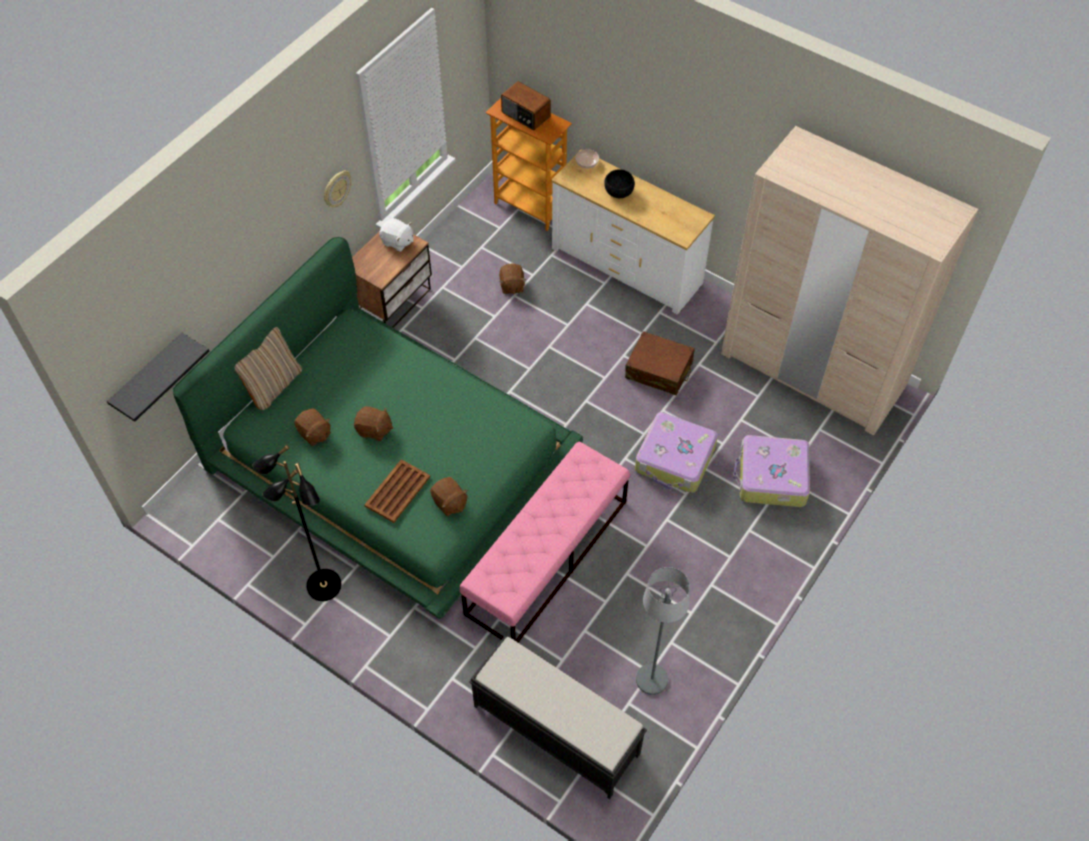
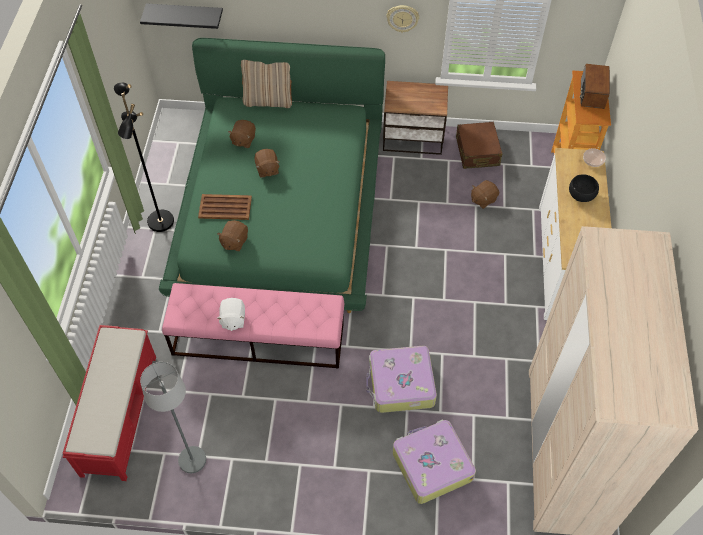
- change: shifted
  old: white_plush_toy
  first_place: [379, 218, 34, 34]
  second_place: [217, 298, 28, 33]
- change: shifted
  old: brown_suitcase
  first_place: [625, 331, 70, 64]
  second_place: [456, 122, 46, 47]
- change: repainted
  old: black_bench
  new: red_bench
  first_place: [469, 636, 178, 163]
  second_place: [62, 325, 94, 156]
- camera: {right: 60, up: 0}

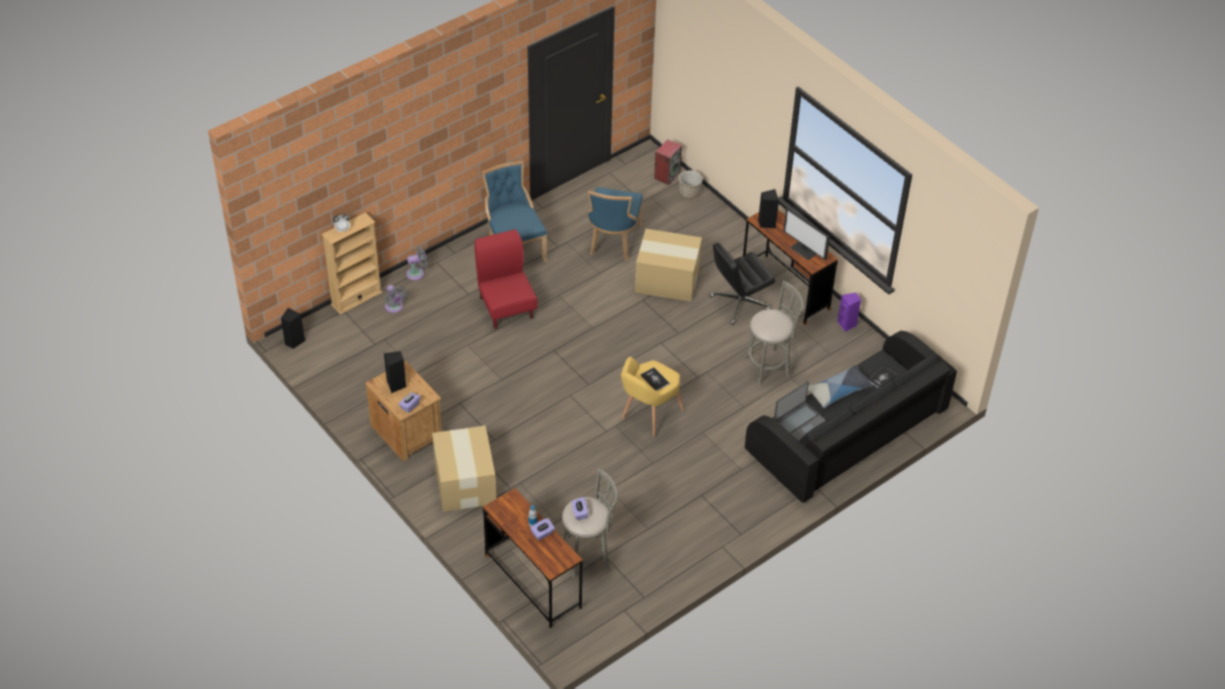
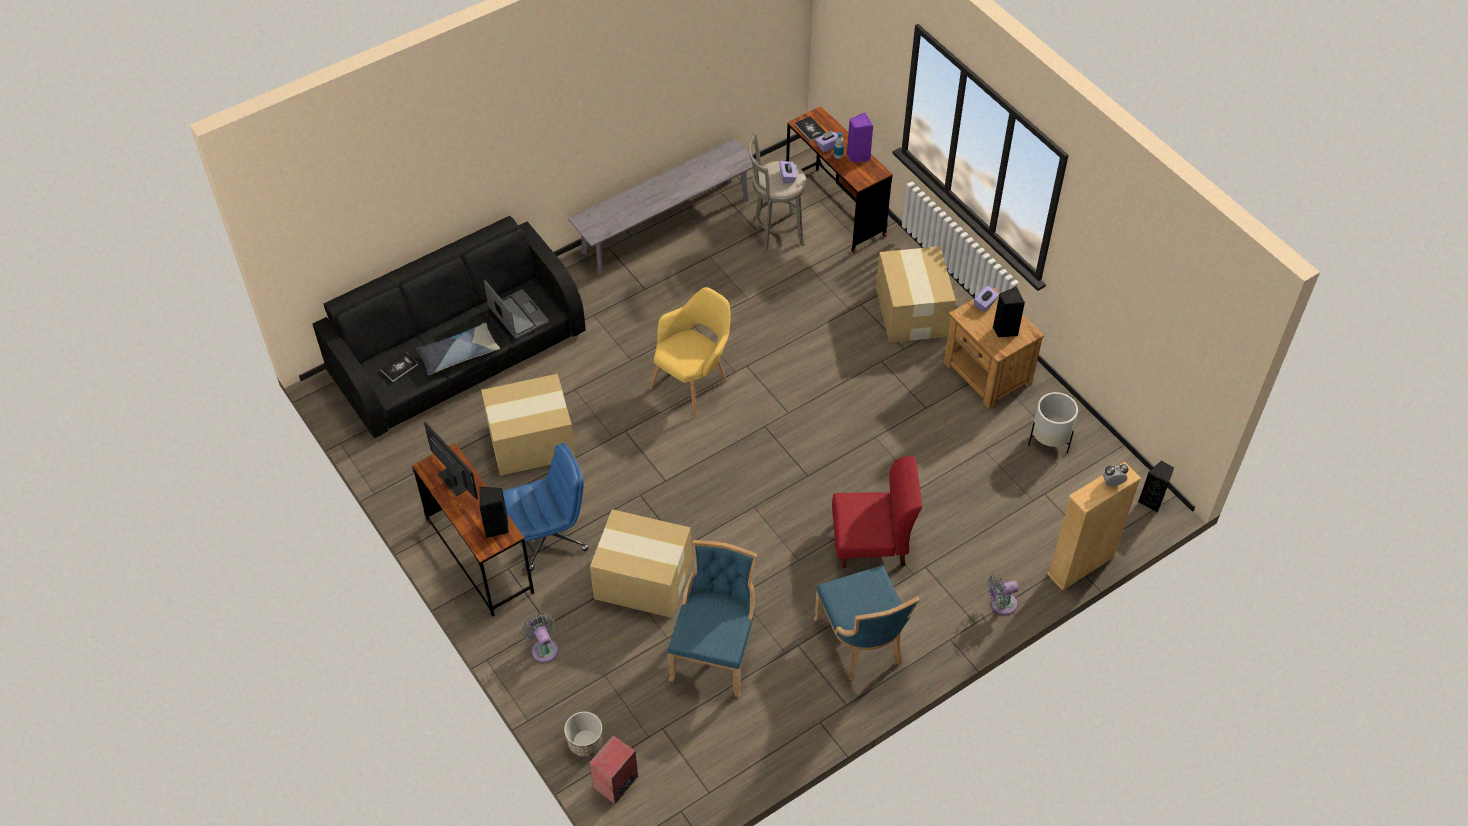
- change: rotated
  old: red_chair
  first_place: [475, 229, 63, 100]
  second_place: [832, 456, 90, 112]
  degrees: -75
- change: repainted
  old: black_office_chair
  new: blue_office_chair
  first_place: [709, 243, 66, 82]
  second_place: [503, 443, 86, 128]
- change: swapped
  old: grey_stool
  new: cardboard_box
  first_place: [743, 280, 60, 106]
  second_place: [481, 374, 95, 102]
- change: shifted
  old: grey_fan
  first_place: [385, 285, 23, 28]
  second_place: [521, 613, 37, 50]
- change: shifted
  old: purple_speaker
  first_place: [837, 293, 24, 39]
  second_place: [847, 112, 26, 51]
- change: shifted
  old: book
  first_place: [641, 367, 28, 24]
  second_place: [794, 116, 32, 26]
- change: rotated
  old: laptop
  first_place: [774, 381, 52, 60]
  second_place: [484, 280, 65, 59]
  degrees: 90
- change: new
  new: grey_bench
  second_place: [568, 138, 188, 135]
- change: new
  new: white_planter
  second_place: [1028, 392, 50, 62]
- camera: {right: -175, up: 5}

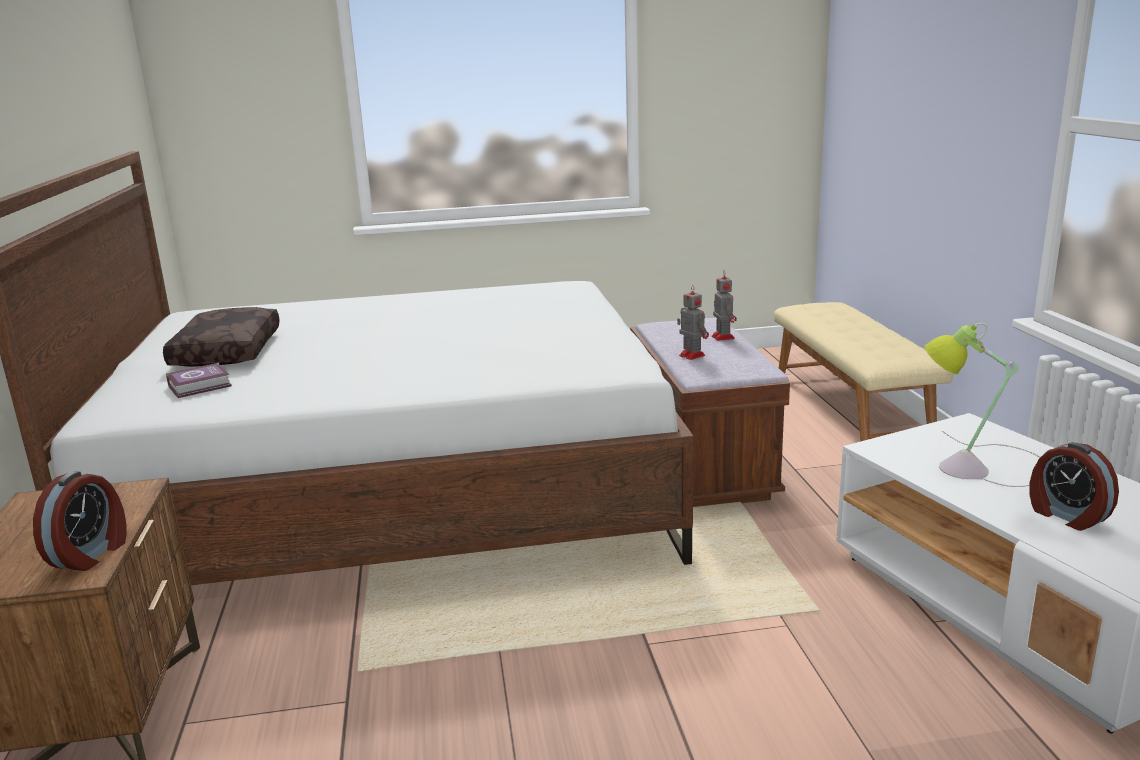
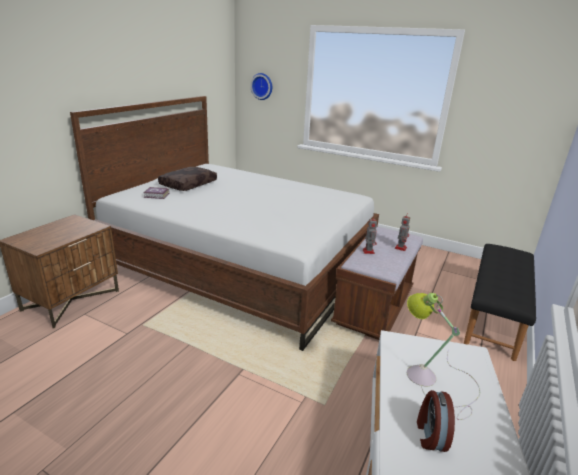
- change: repainted
  old: beige_bench
  new: black_bench
  first_place: [774, 302, 179, 139]
  second_place: [464, 244, 72, 117]
- change: gone
  old: alarm_clock
  first_place: [33, 471, 93, 100]
- change: new
  new: wall_clock
  second_place: [250, 73, 22, 27]
- camera: {right: 35, up: 5}

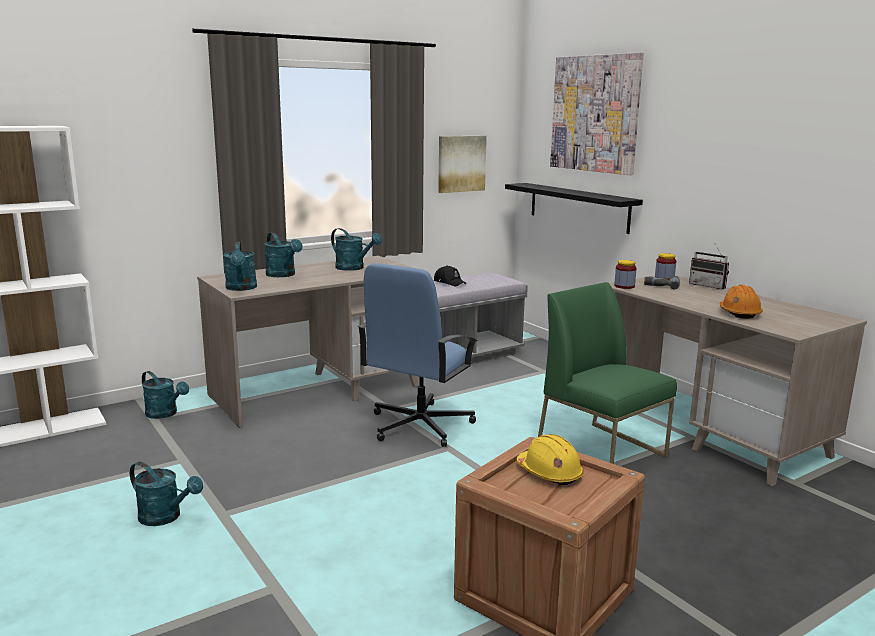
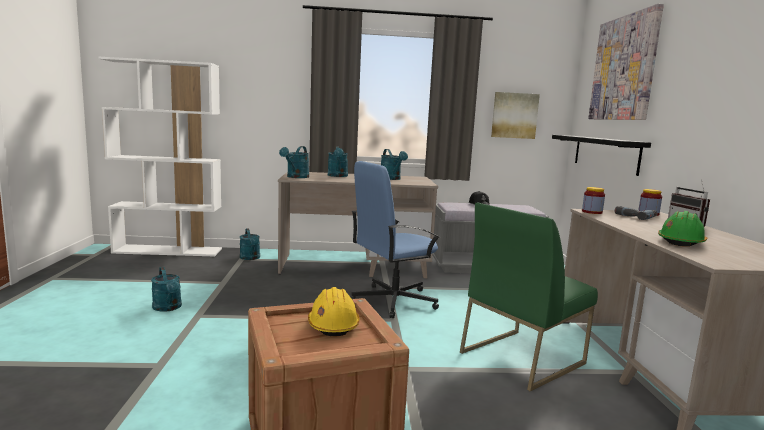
- change: rotated
  old: green_chair
  first_place: [538, 282, 139, 182]
  second_place: [460, 203, 138, 188]
  degrees: -120
- change: repainted
  old: orange_hard_hat
  new: green_hard_hat
  first_place: [720, 285, 43, 34]
  second_place: [658, 211, 49, 36]
- camera: {right: 30, up: -5}

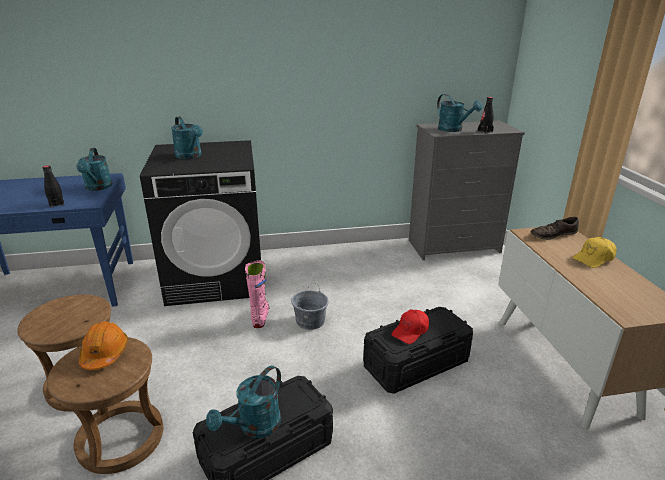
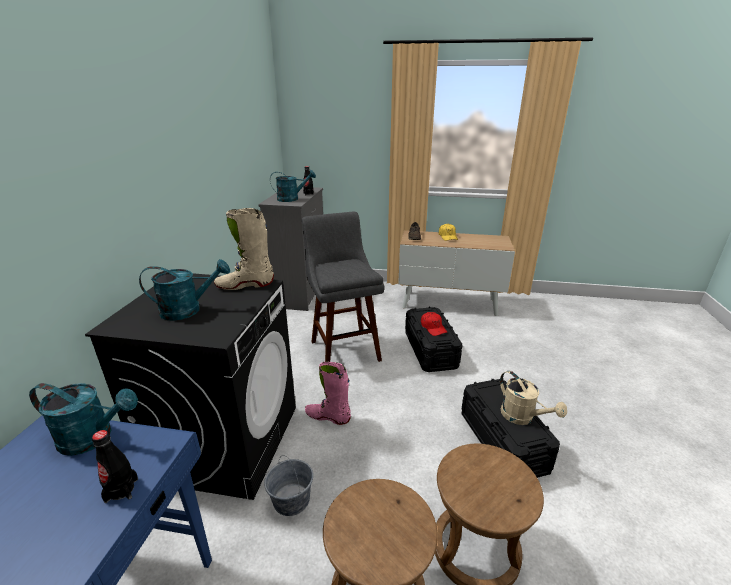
- change: shifted
  old: grey_bucket
  first_place: [291, 283, 38, 47]
  second_place: [264, 455, 49, 61]
- change: gone
  old: orange_hard_hat
  first_place: [79, 321, 49, 49]
- change: repainted
  old: turquoise_watering_can
  new: beige_watering_can
  first_place: [206, 366, 75, 72]
  second_place: [500, 371, 67, 54]
- change: new
  new: beige_boot
  second_place: [214, 208, 60, 82]
- change: new
  new: grey_stool
  second_place: [302, 212, 83, 150]
- camera: {right: -70, up: 0}

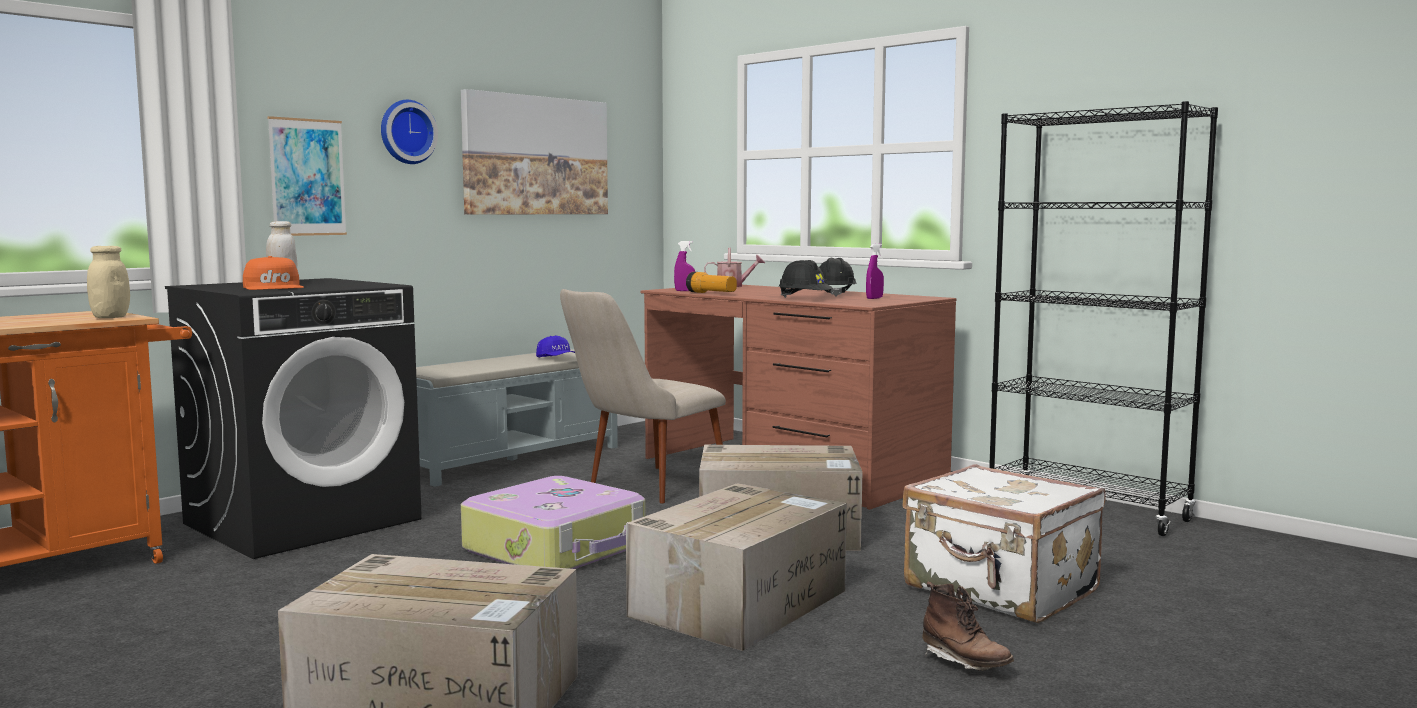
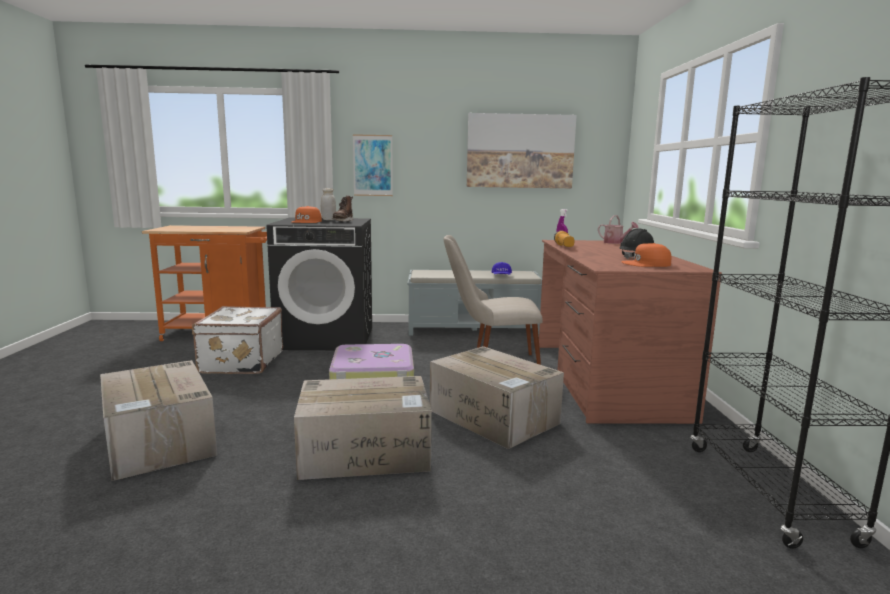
- change: gone
  old: wall_clock
  first_place: [381, 100, 57, 64]
- change: swapped
  old: purple_spray_bottle
  new: orange_cap
  first_place: [866, 244, 18, 55]
  second_place: [621, 243, 51, 24]
- change: gone
  old: beige_jar
  first_place: [87, 246, 43, 72]
- change: gone
  old: black_hard_hat
  first_place: [779, 260, 54, 38]
- change: shifted
  old: white_suitcase
  first_place: [902, 464, 204, 159]
  second_place: [192, 306, 91, 68]
- change: shifted
  old: brown_boot
  first_place: [922, 582, 92, 89]
  second_place: [332, 196, 21, 26]
- camera: {right: 45, up: 5}

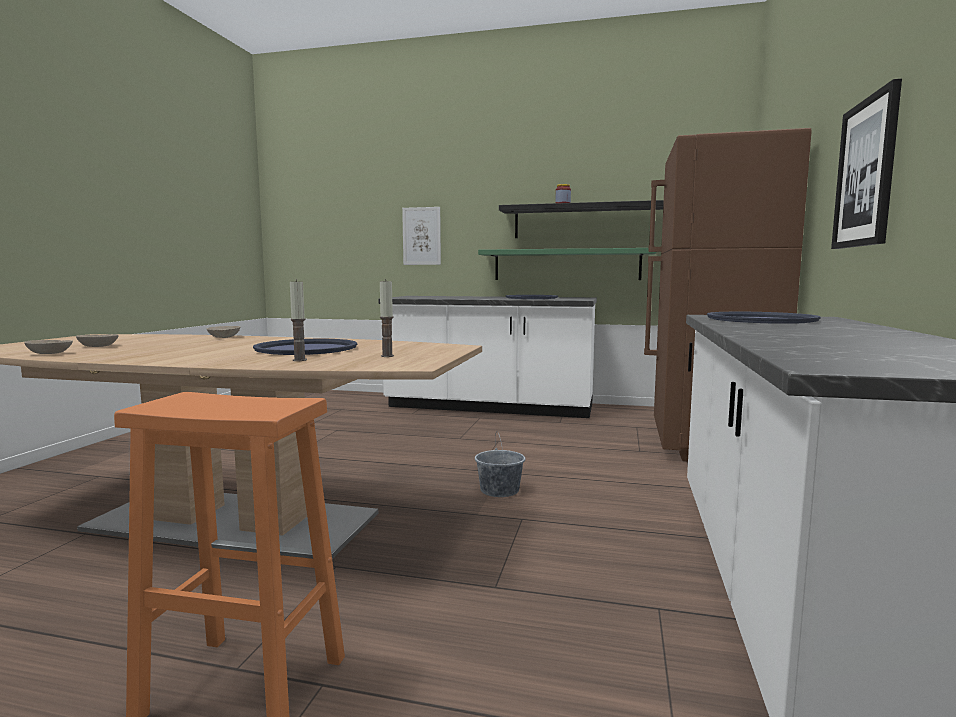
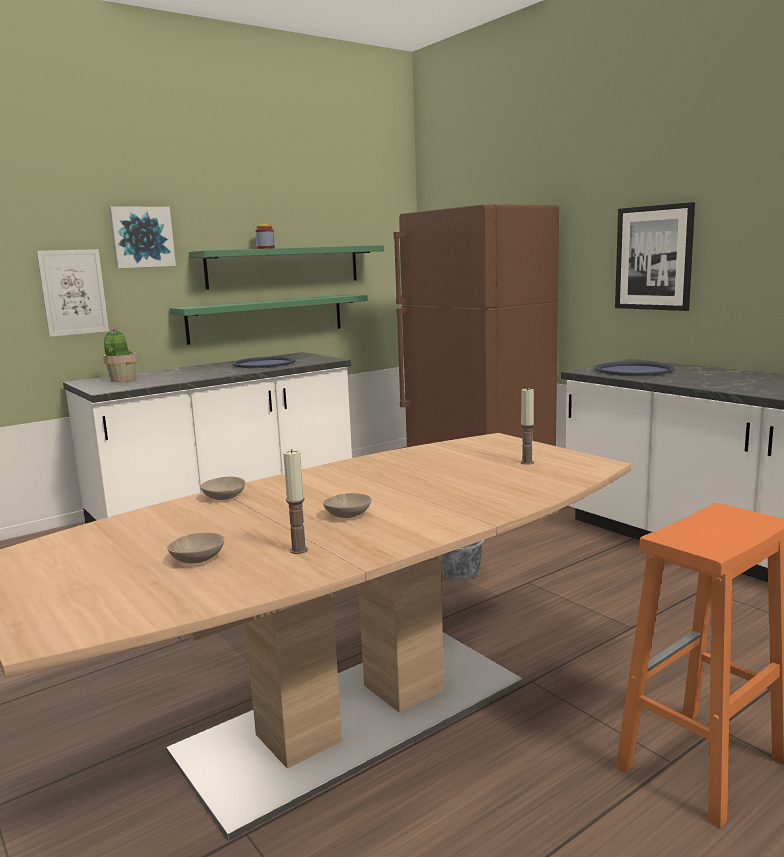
- change: repainted
  old: black_shelf
  new: green_shelf
  first_place: [499, 200, 165, 38]
  second_place: [189, 245, 195, 45]
- change: shifted
  old: candle
  first_place: [290, 279, 17, 82]
  second_place: [283, 449, 25, 105]
- change: gone
  old: blue_tray
  first_place: [253, 339, 104, 16]
- change: shifted
  old: beige_bowl
  first_place: [24, 340, 49, 14]
  second_place: [323, 493, 48, 25]
- change: new
  new: picture
  second_place: [109, 206, 67, 62]
- change: new
  new: potted_plant
  second_place: [103, 329, 34, 53]
- camera: {right: -50, up: 5}

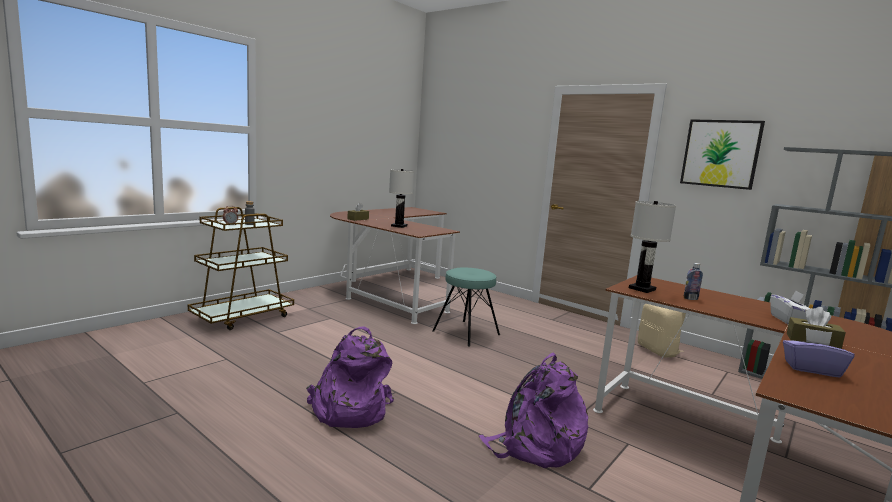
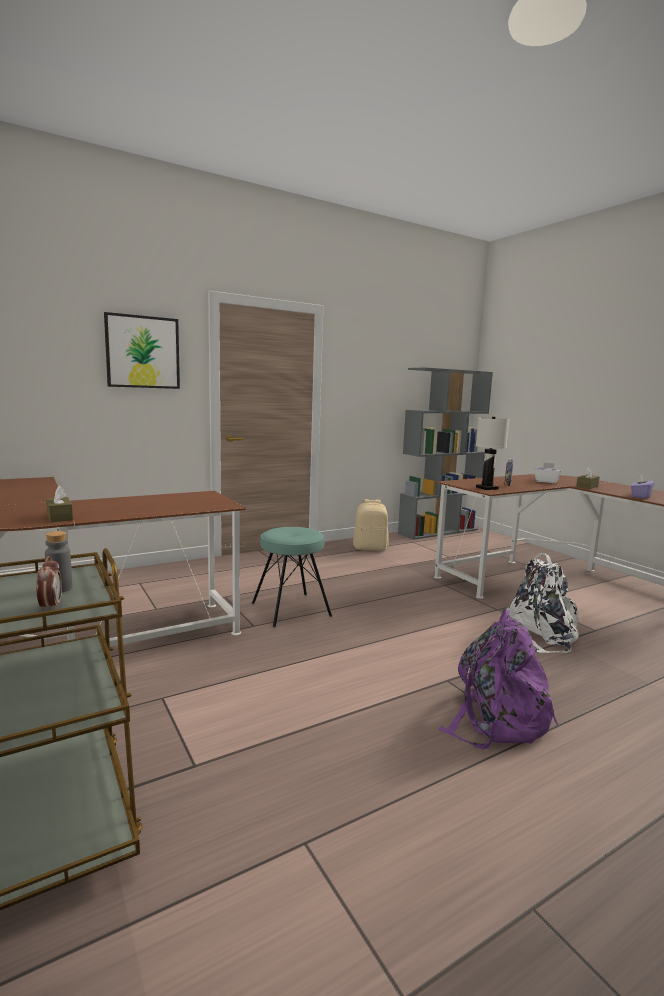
- change: shifted
  old: picture
  first_place: [680, 119, 85, 71]
  second_place: [104, 312, 76, 77]
- change: gone
  old: white_table_lamp
  first_place: [389, 169, 25, 59]
- change: repainted
  old: purple_backpack
  new: white_backpack
  first_place: [479, 352, 109, 116]
  second_place: [503, 553, 78, 100]
- camera: {right: -70, up: 0}

